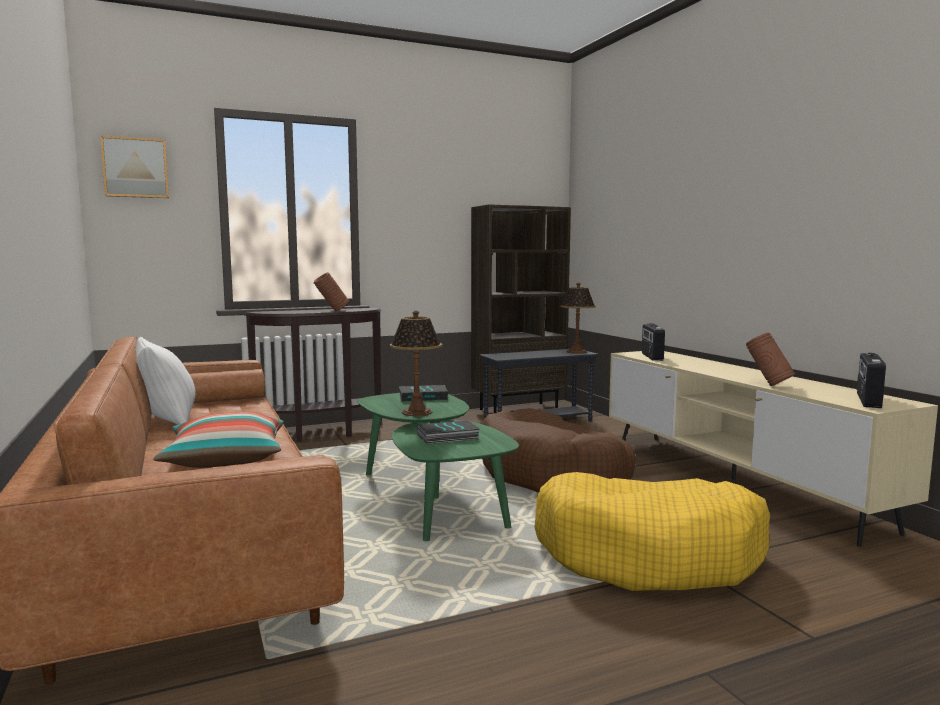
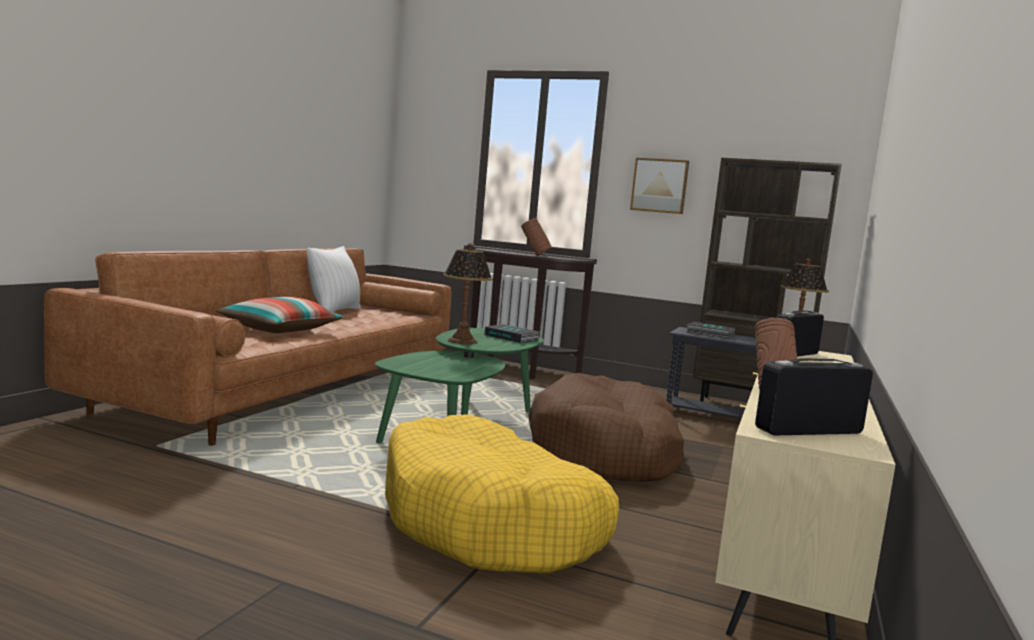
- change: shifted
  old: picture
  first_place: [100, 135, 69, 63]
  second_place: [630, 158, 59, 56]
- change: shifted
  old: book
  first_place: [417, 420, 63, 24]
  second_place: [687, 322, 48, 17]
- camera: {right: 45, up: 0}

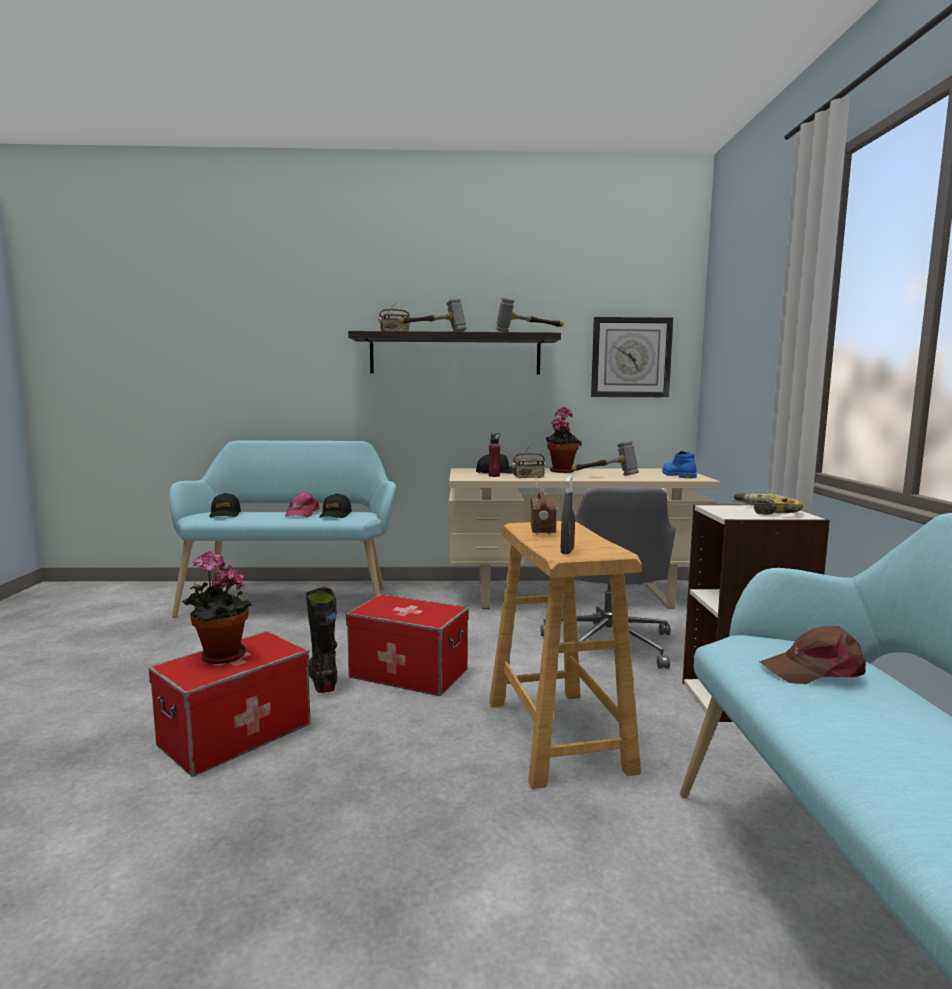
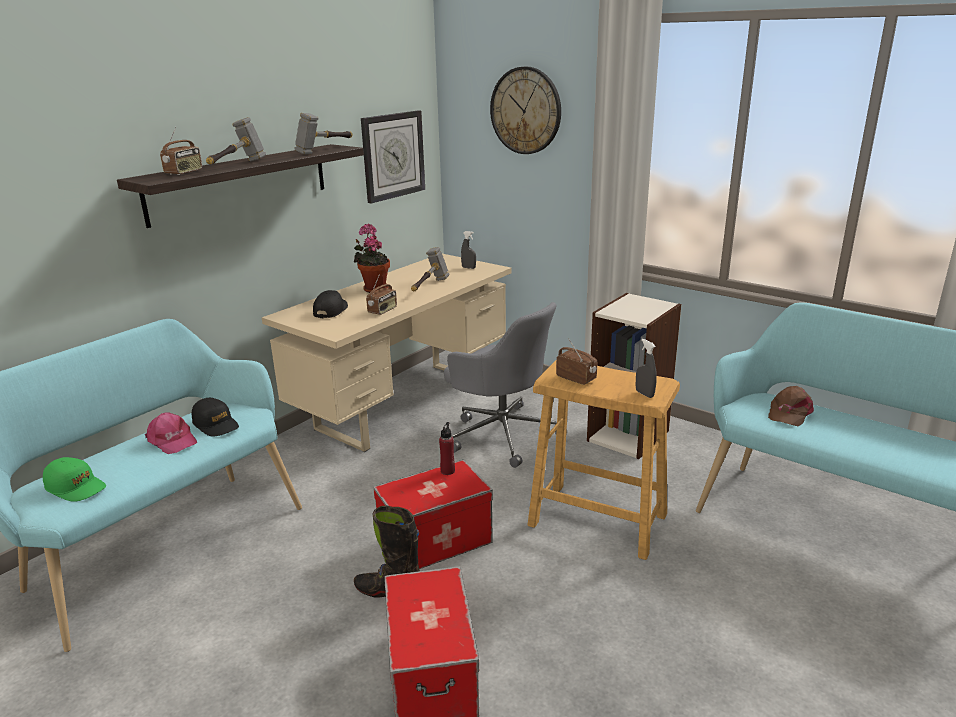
- change: shifted
  old: red_bottle
  first_place: [488, 433, 13, 44]
  second_place: [439, 422, 16, 53]
- change: swapped
  old: blue_boot
  new: grey_spray_bottle
  first_place: [662, 451, 35, 27]
  second_place: [461, 231, 15, 38]
- change: repainted
  old: black_cap
  new: green_cap
  first_place: [210, 493, 31, 25]
  second_place: [43, 457, 63, 45]
- change: gone
  old: power_drill
  first_place: [733, 493, 70, 22]
- change: gone
  old: potted_plant
  first_place: [182, 551, 70, 113]
- change: new
  new: wall_clock
  second_place: [490, 66, 71, 88]
- camera: {right: -50, up: 15}

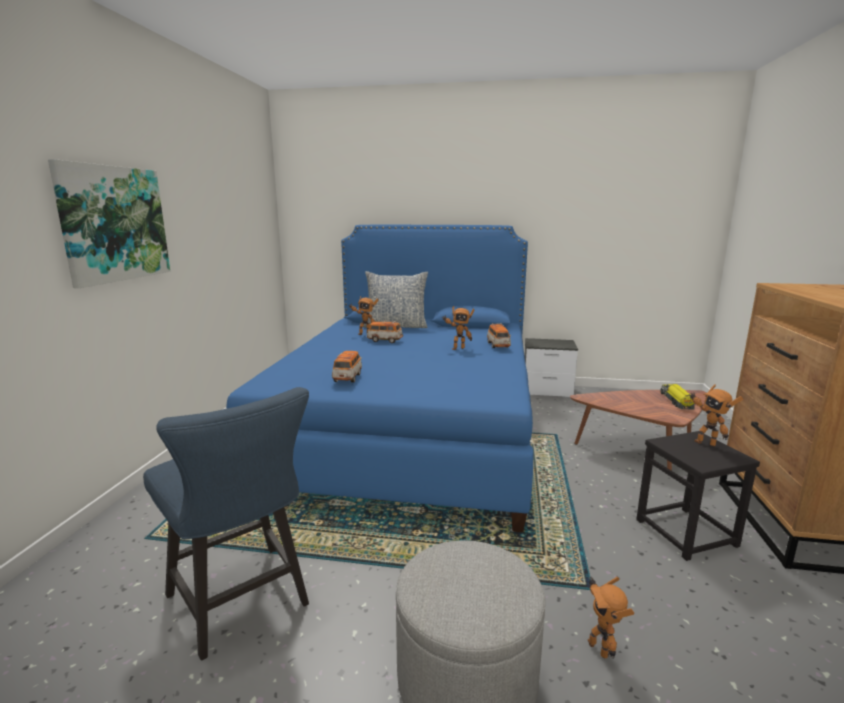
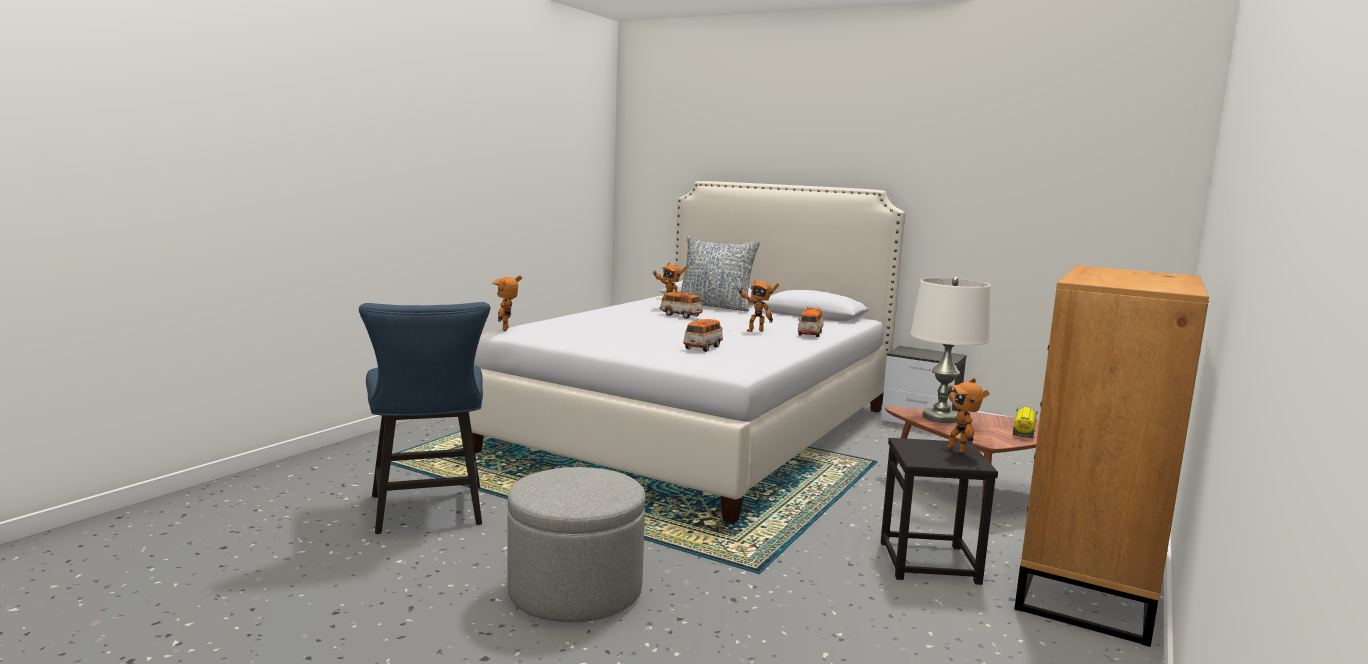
- change: gone
  old: picture
  first_place: [48, 159, 122, 129]
- change: repainted
  old: blue_bed
  new: white_bed
  first_place: [226, 225, 307, 307]
  second_place: [469, 181, 436, 343]
- change: shifted
  old: toy_car
  first_place: [332, 351, 30, 32]
  second_place: [683, 319, 40, 33]
- change: shifted
  old: toy_robot
  first_place: [588, 577, 46, 81]
  second_place: [492, 275, 30, 56]
- change: new
  new: white_table_lamp
  second_place: [910, 277, 80, 146]
- camera: {right: 20, up: -5}

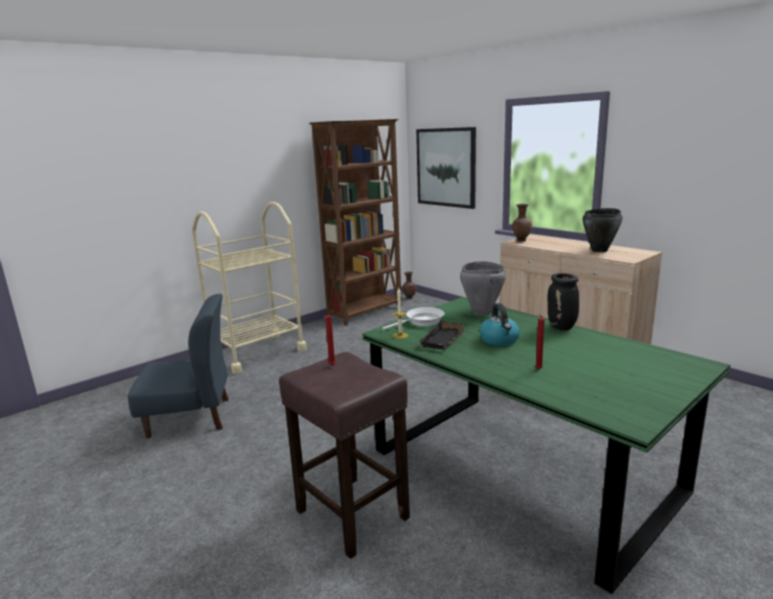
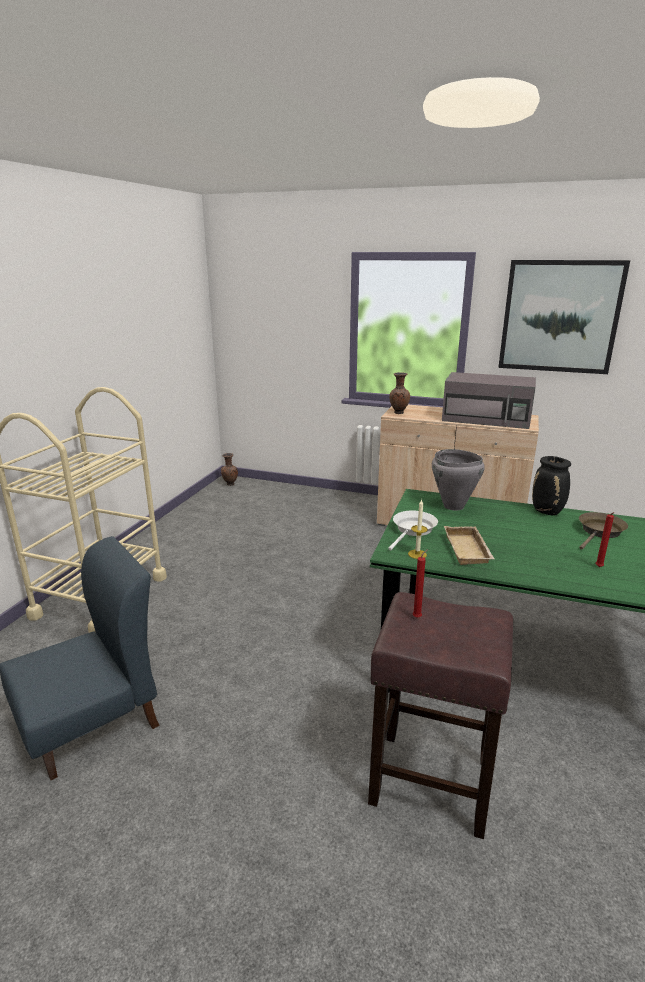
- change: gone
  old: brown_bookcase
  first_place: [309, 119, 93, 207]
- change: shifted
  old: picture
  first_place: [416, 127, 60, 82]
  second_place: [498, 260, 132, 114]
- change: swapped
  old: black_cooking_pot
  new: grey_microwave
  first_place: [583, 208, 39, 44]
  second_place: [442, 372, 94, 57]
- change: gone
  old: kettle
  first_place: [479, 303, 41, 43]
- change: repainted
  old: black_tray
  new: beige_tray
  first_place: [419, 320, 48, 30]
  second_place: [444, 526, 50, 39]
- change: new
  new: brown_frying_pan
  second_place: [579, 512, 49, 38]
- camera: {right: -30, up: 5}

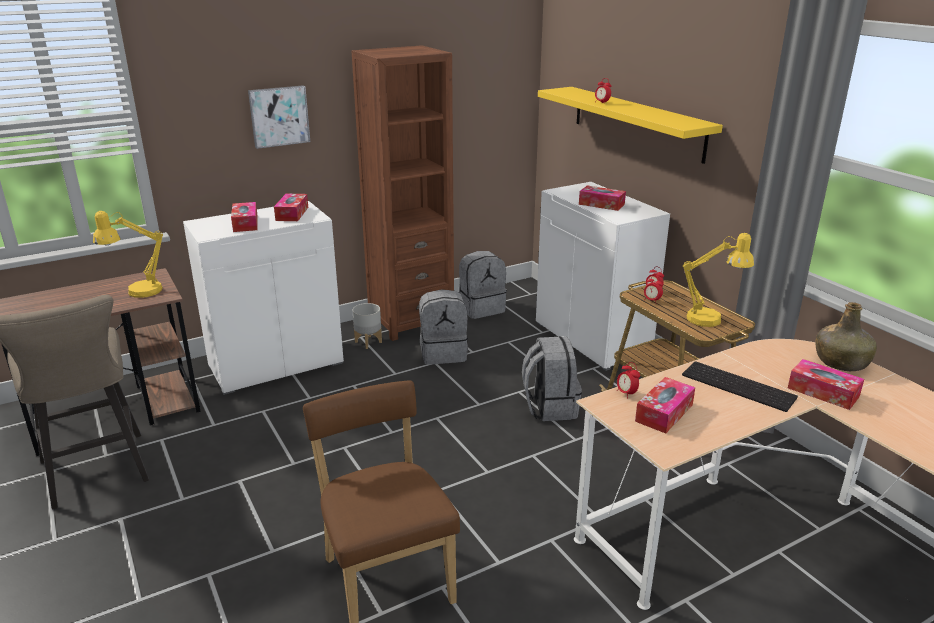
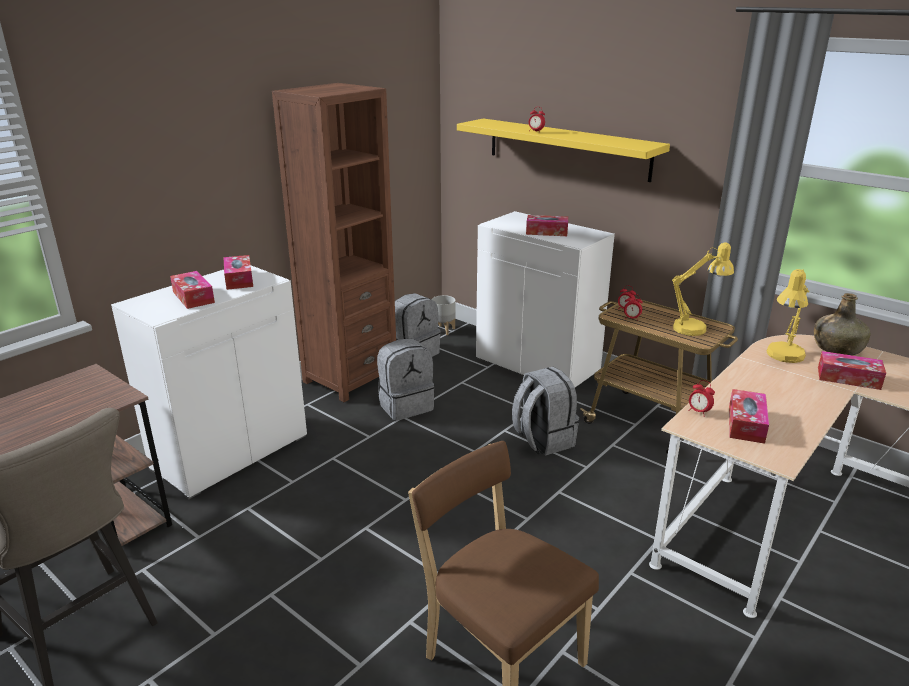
- change: gone
  old: picture
  first_place: [248, 85, 62, 64]
- change: shifted
  old: yellow_table_lamp
  first_place: [93, 211, 70, 87]
  second_place: [766, 269, 43, 94]
- change: shifted
  old: grey_planter
  first_place: [353, 303, 29, 46]
  second_place: [431, 295, 25, 40]
- change: gone
  old: keyboard
  first_place: [682, 361, 116, 51]
- camera: {right: -20, up: 0}

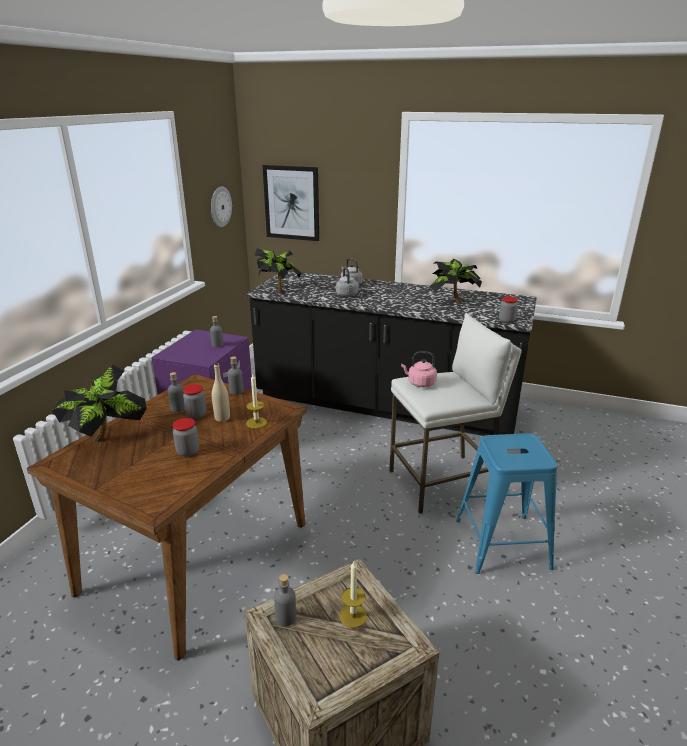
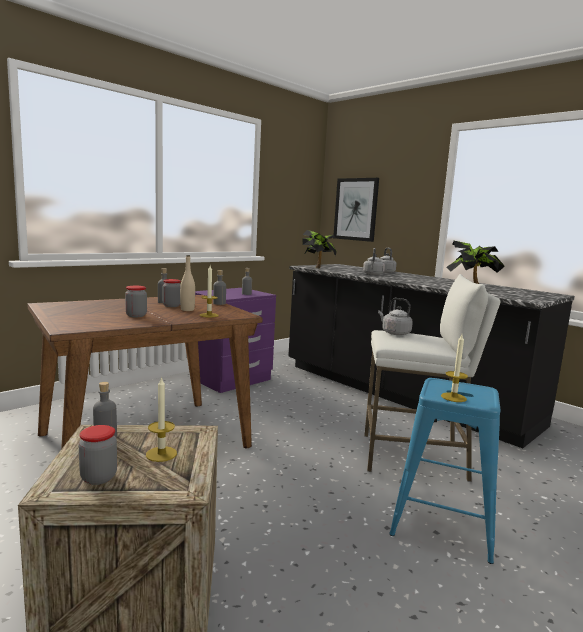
- change: gone
  old: wall_clock
  first_place: [211, 186, 21, 41]
- change: shifted
  old: jar
  first_place: [499, 296, 19, 27]
  second_place: [79, 425, 38, 60]
- change: repainted
  old: pink_kettle
  new: grey_kettle
  first_place: [401, 351, 36, 36]
  second_place: [378, 298, 35, 37]
- change: gone
  old: potted_plant
  first_place: [52, 365, 95, 77]
- change: new
  new: candle
  second_place: [441, 334, 27, 68]
- camera: {right: 25, up: -15}

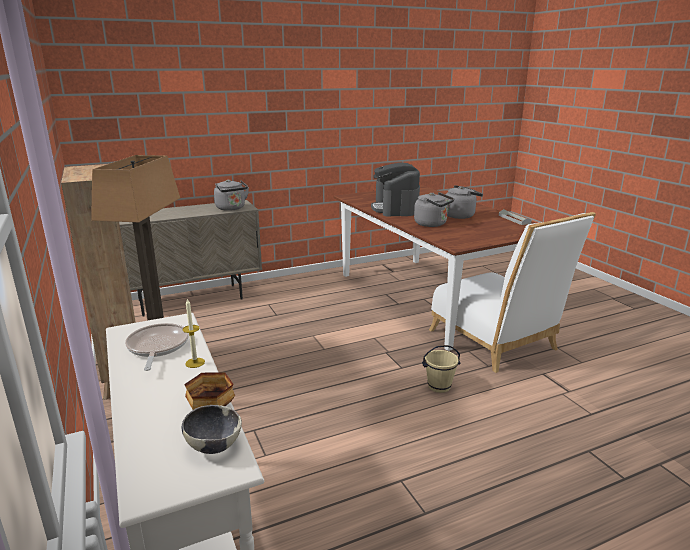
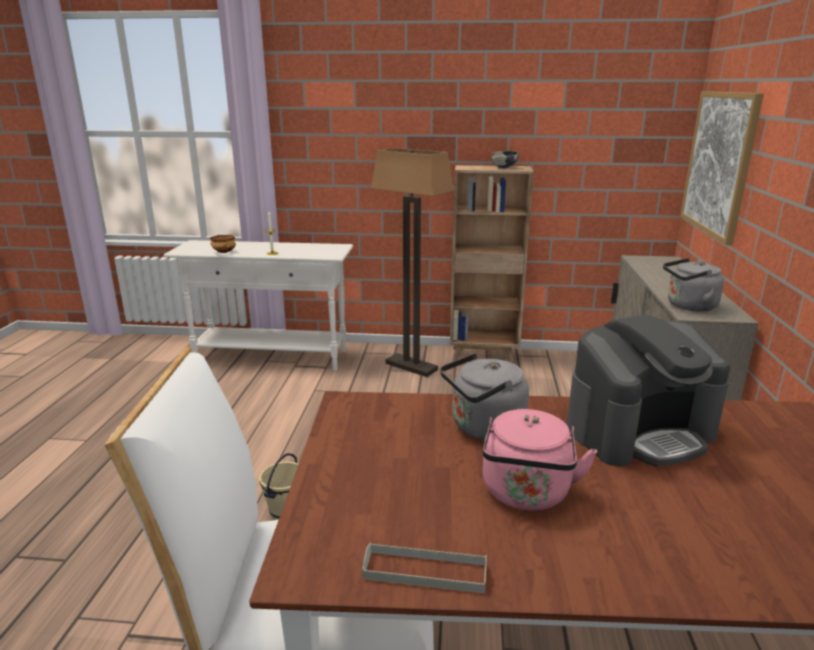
- change: rotated
  old: coffee_machine
  first_place: [371, 163, 49, 54]
  second_place: [567, 315, 163, 152]
  degrees: 135
- change: repainted
  old: grey_kettle
  new: pink_kettle
  first_place: [445, 185, 38, 34]
  second_place: [483, 409, 114, 102]
- change: gone
  old: frying_pan
  first_place: [125, 323, 64, 48]
- change: shifted
  old: bowl
  first_place: [182, 405, 60, 49]
  second_place: [491, 151, 28, 17]
- change: new
  new: picture
  second_place: [680, 91, 84, 154]
- camera: {right: 120, up: 0}

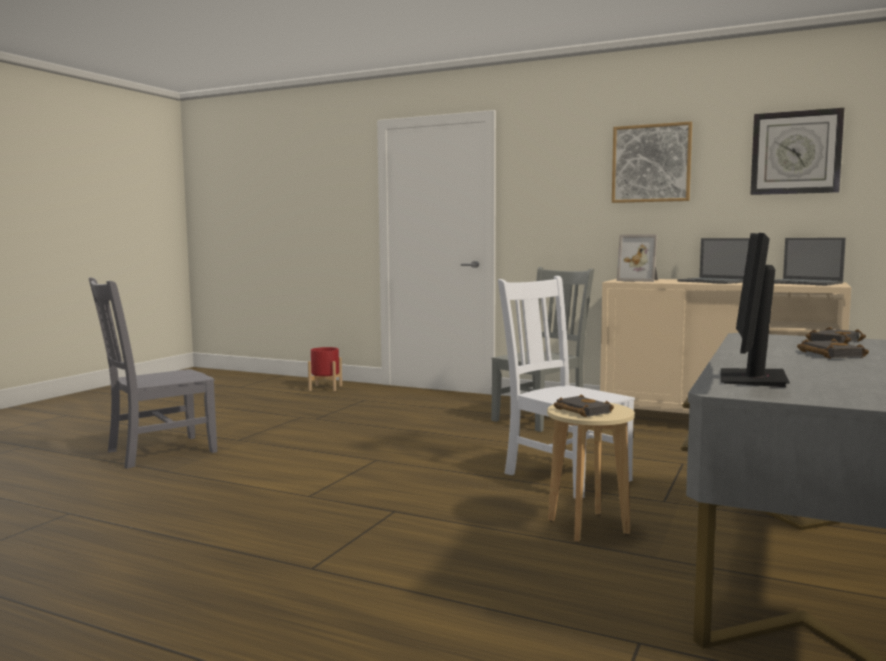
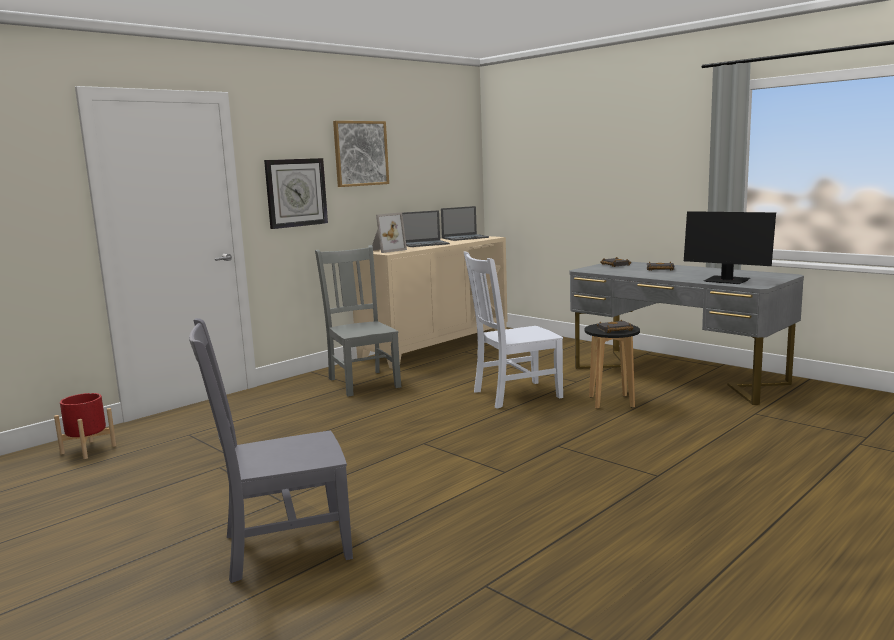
- change: shifted
  old: wall_clock
  first_place: [750, 108, 94, 87]
  second_place: [264, 158, 64, 71]
- change: rotated
  old: grey_chair
  first_place: [89, 277, 128, 192]
  second_place: [189, 318, 164, 265]
  degrees: 90
- change: repainted
  old: beige_stool
  new: black_stool
  first_place: [547, 402, 88, 140]
  second_place: [585, 324, 55, 85]
- camera: {right: -70, up: 5}

